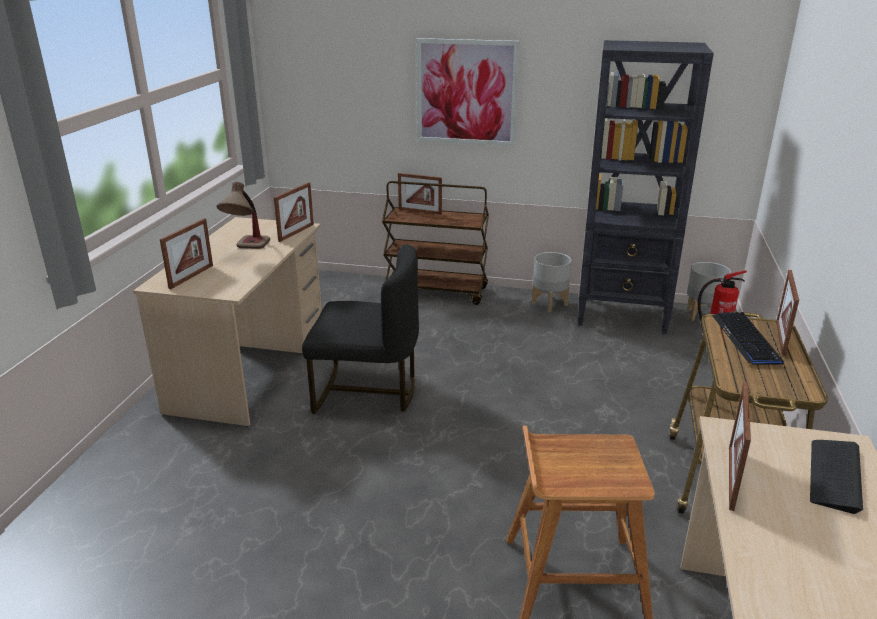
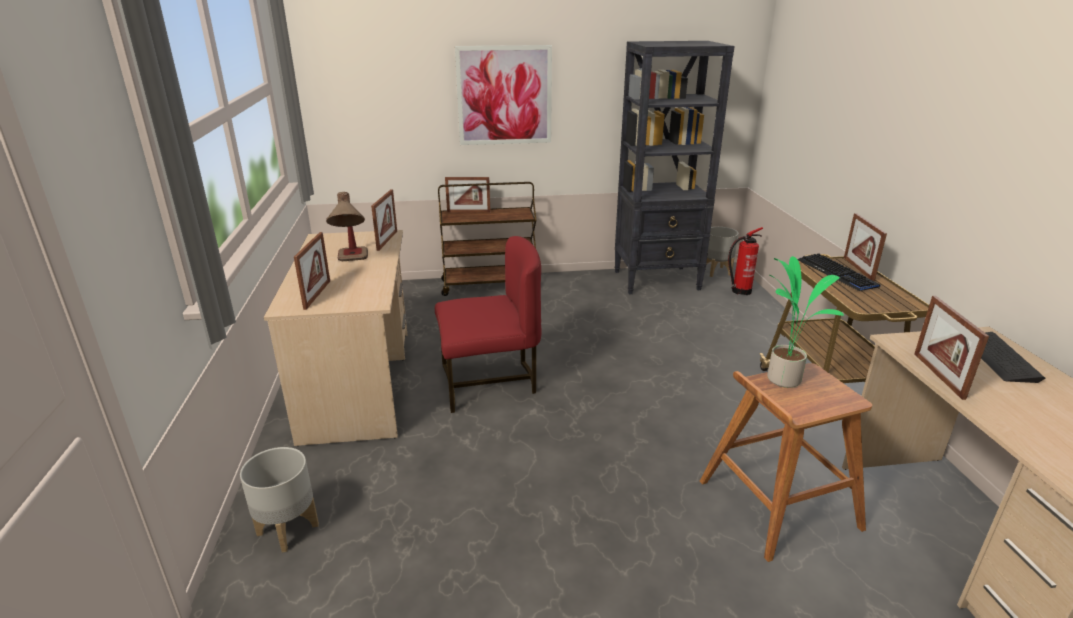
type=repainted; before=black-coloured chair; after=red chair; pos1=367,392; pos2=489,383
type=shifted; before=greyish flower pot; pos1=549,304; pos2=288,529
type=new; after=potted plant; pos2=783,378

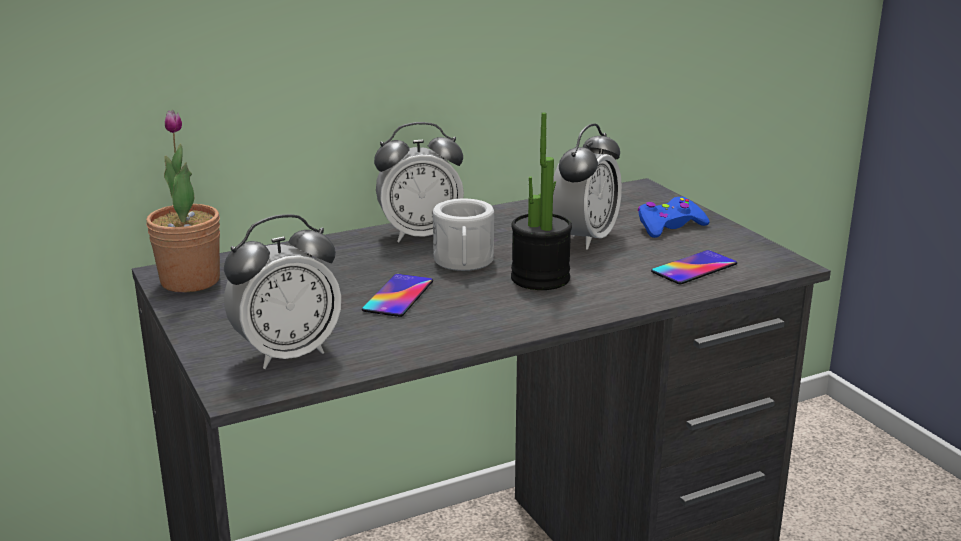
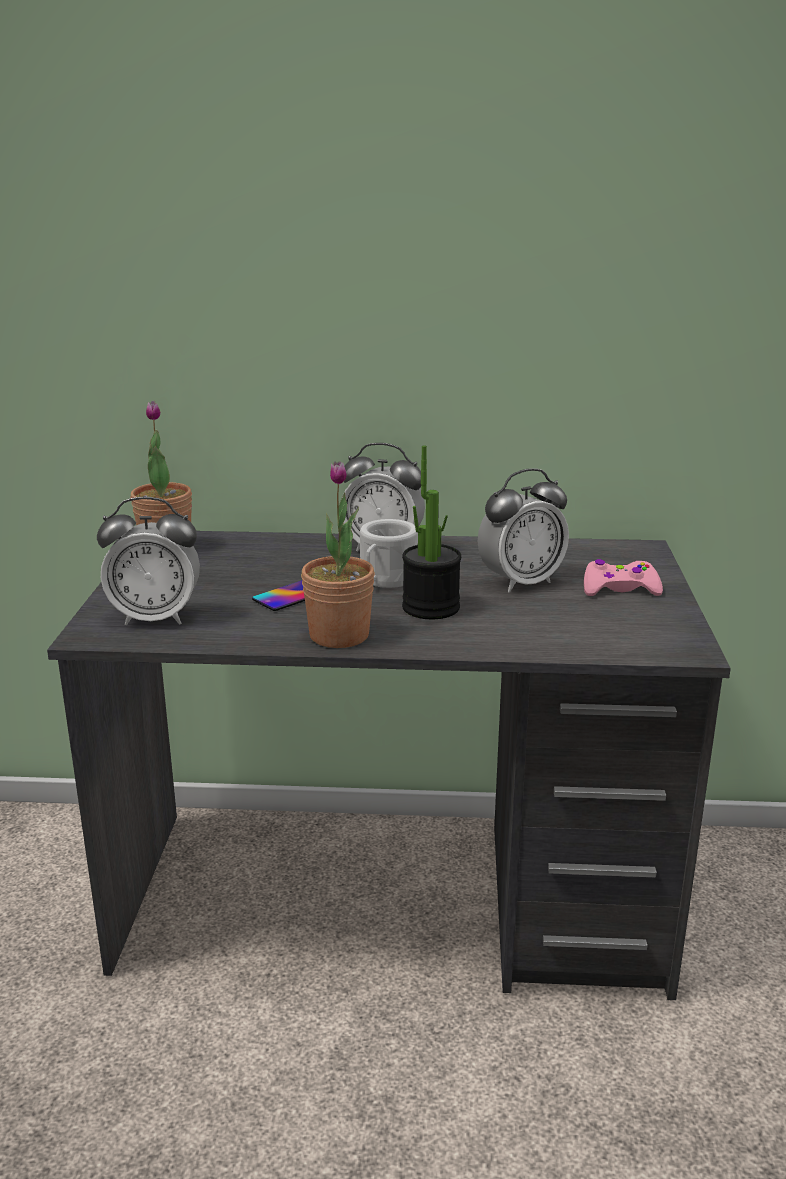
type=repainted; before=bluish game controller; after=pink-coloured game controller; pos1=669,226; pos2=619,589
type=gone; before=telephone; pos1=694,268
type=new; after=potted plant; pos2=339,635

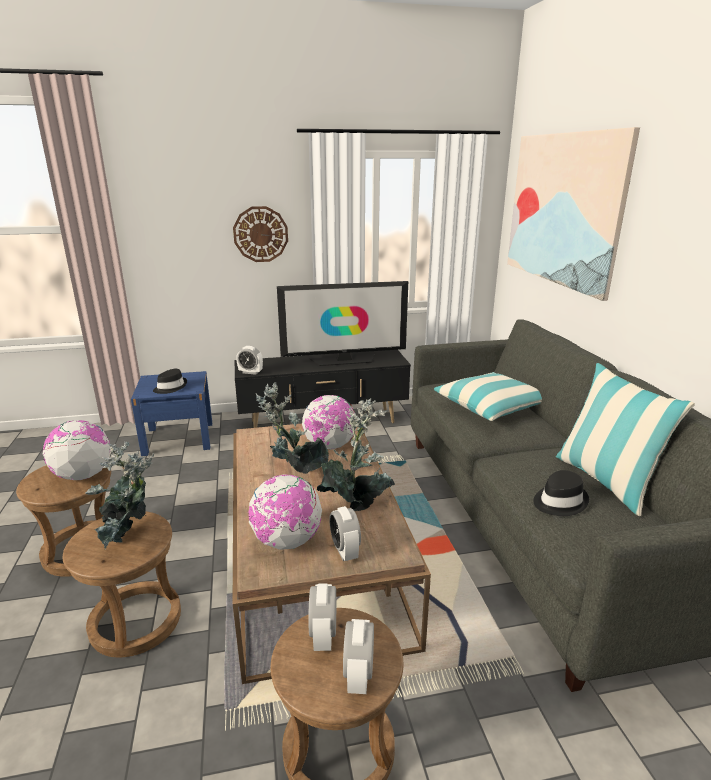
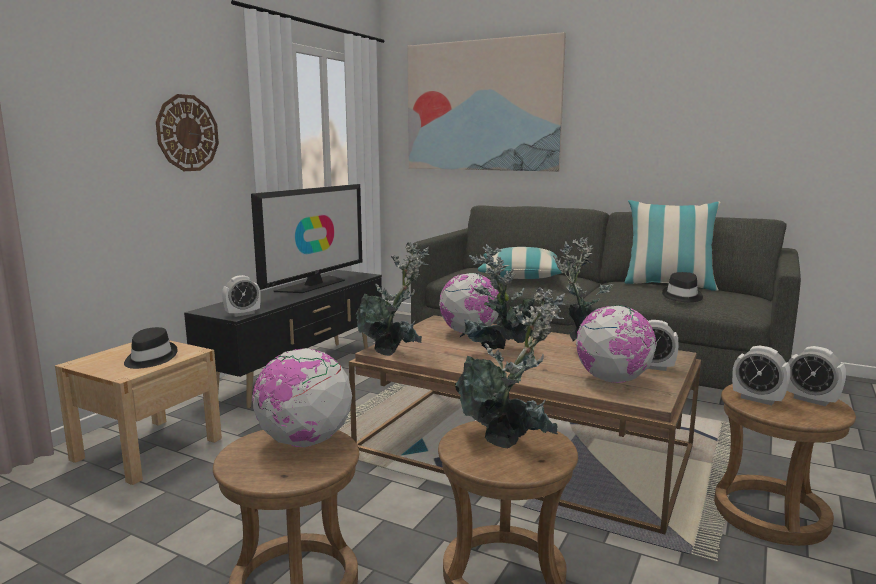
type=repainted; before=bluish bedside table; after=sand-coloured bedside table; pos1=178,438; pos2=148,449
type=new; after=potted plant; pos2=393,351

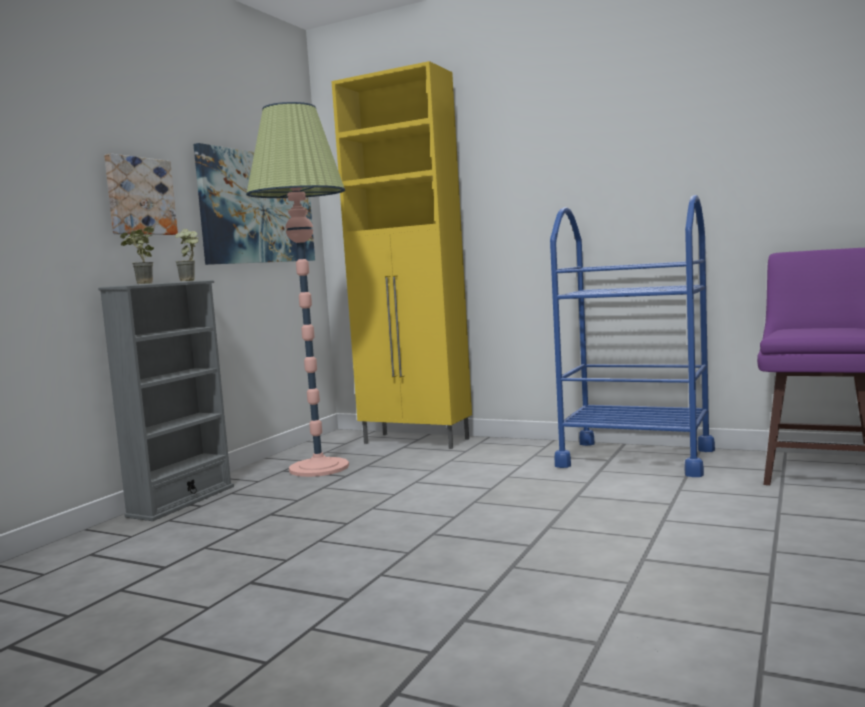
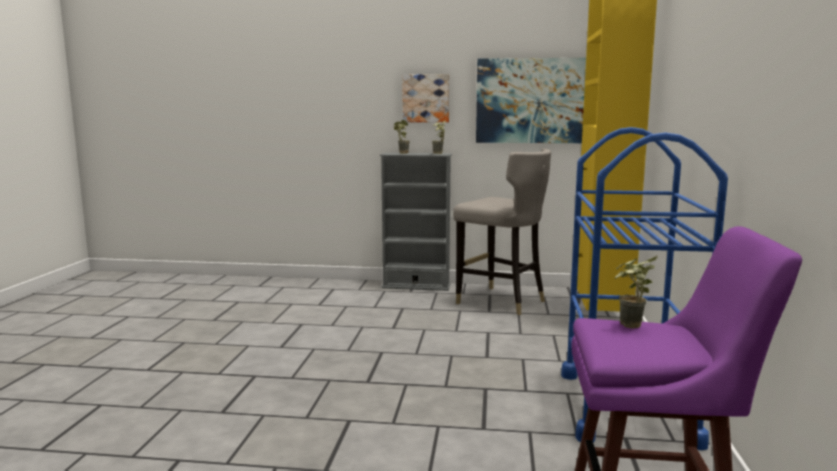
type=swapped; before=standing lamp; after=greyish stool; pos1=319,468; pos2=502,302
type=new; after=potted plant; pos2=629,327

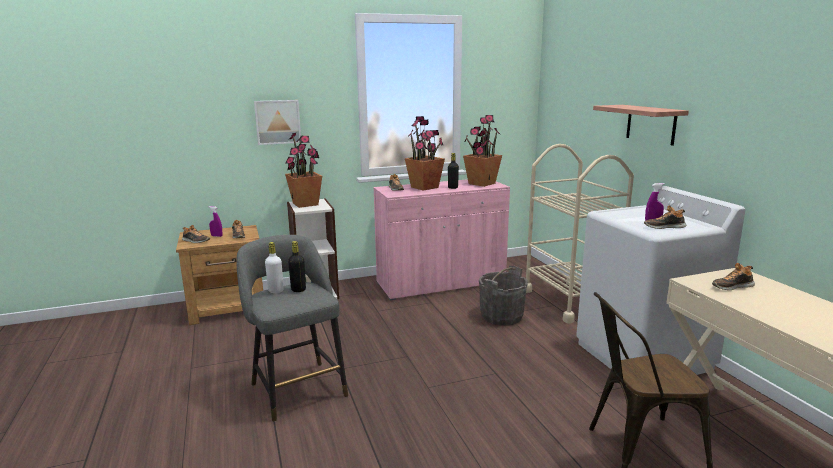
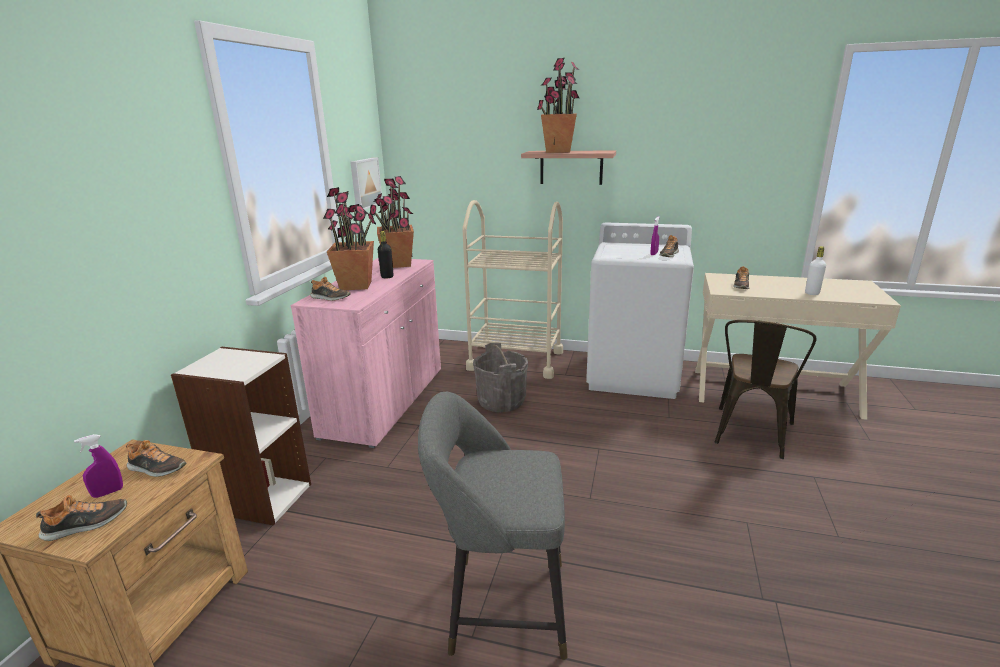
type=shifted; before=picture; pos1=277,122; pos2=364,183
type=shifted; before=white bottle; pos1=276,291; pos2=812,293
type=shifted; before=potted plant; pos1=305,204; pos2=558,151
type=gone; before=black-coloured bottle; pos1=298,289

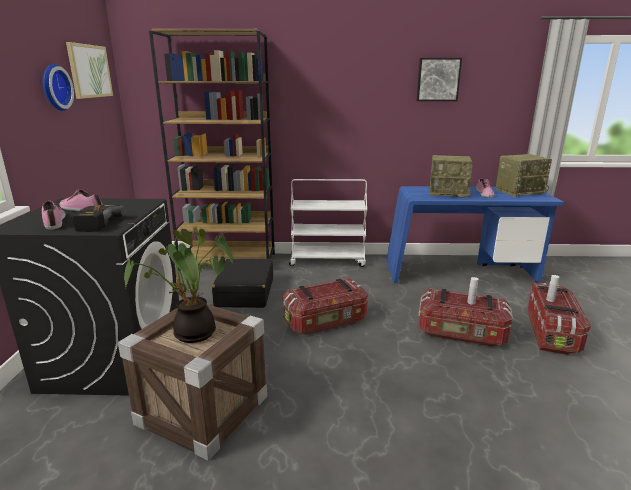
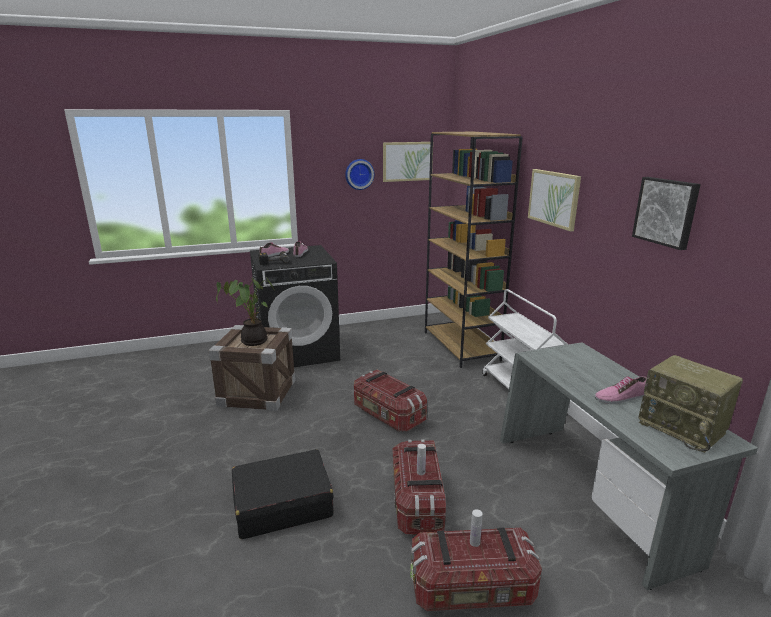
type=shifted; before=black-coloured suitcase; pos1=245,292; pos2=282,504
type=repainted; before=bluish desk unit; after=greyish desk unit; pos1=461,273; pos2=591,496
type=gone; before=radio set; pos1=448,193
type=new; after=picture; pos2=554,198

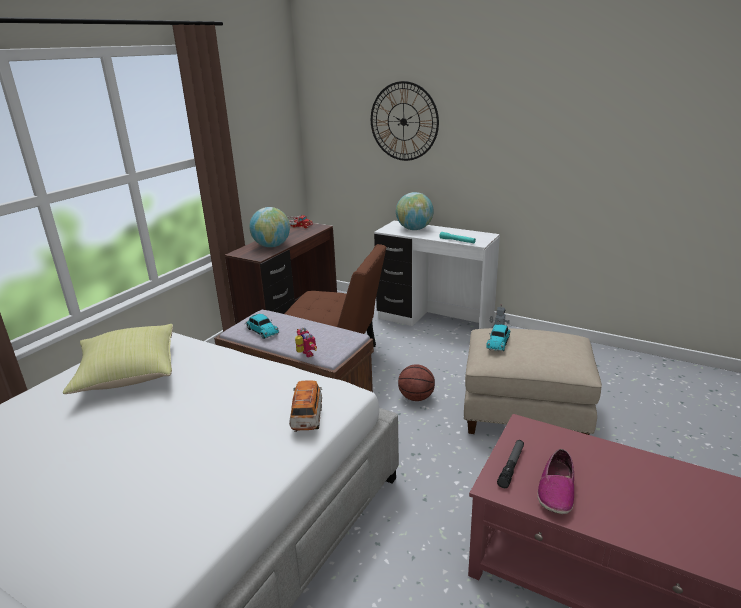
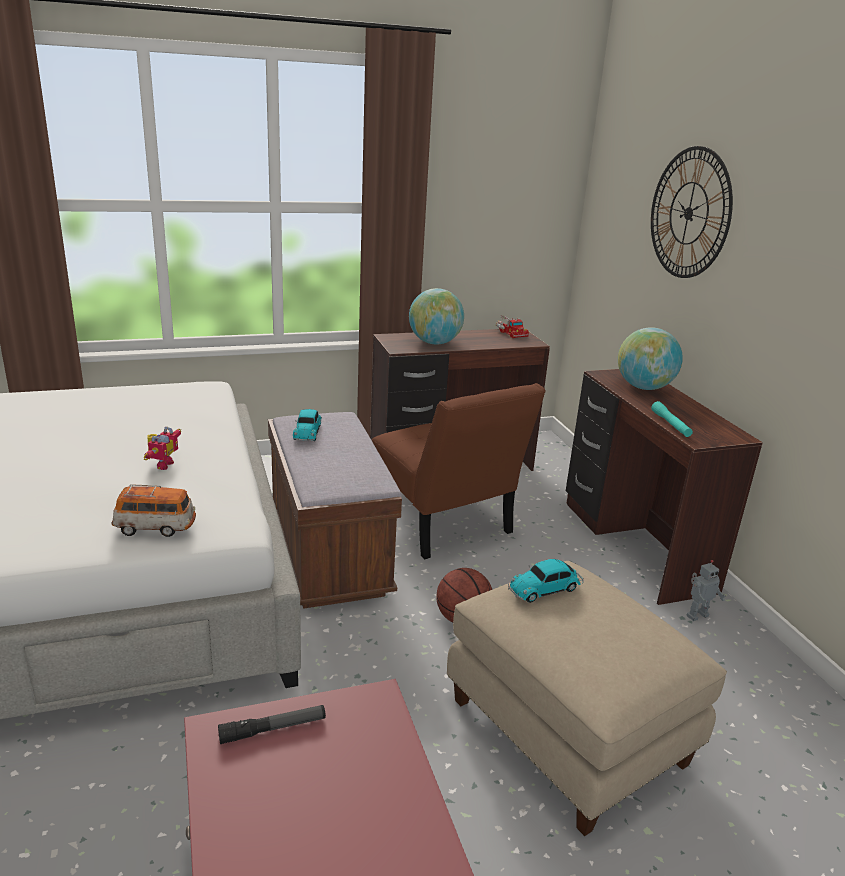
type=gone; before=yellow-coloured cushion; pos1=128,374
type=rotated; before=toy car; pos1=307,418; pos2=155,527; turn=45
type=shifted; before=toy robot; pos1=305,354; pos2=161,464
type=repainted; before=white desk unit; after=brown desk unit; pos1=434,322; pos2=634,545
type=gone; before=item of footwear; pos1=556,490

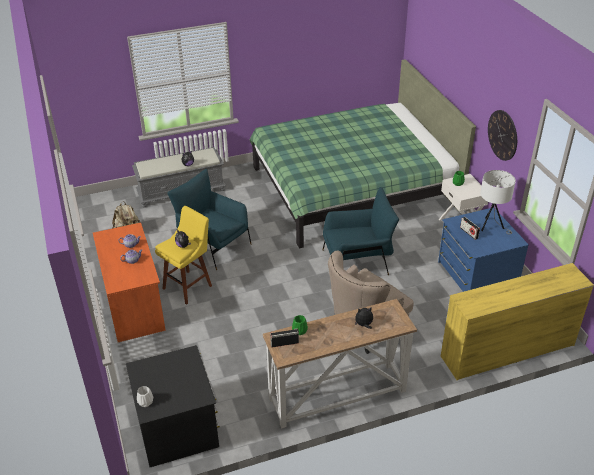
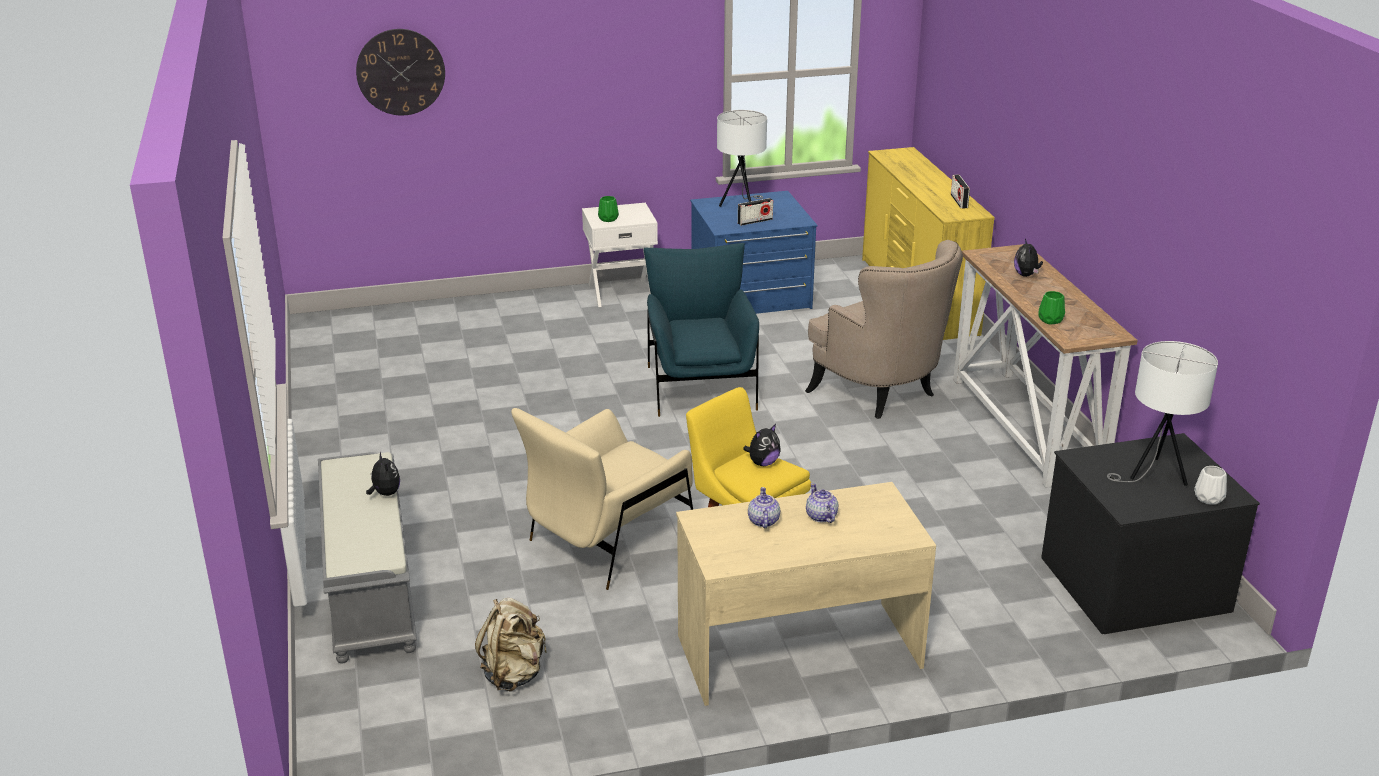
type=repainted; before=orangey desk unit; after=sand-coloured desk unit; pos1=134,303; pos2=798,650
type=repainted; before=bluish lounge chair; after=sand-coloured lounge chair; pos1=213,245; pos2=608,542
type=gone; before=green bedroom bed; pos1=352,187
type=shifted; before=radio set; pos1=284,343; pos2=959,201
type=shifted; before=hanging clock; pos1=502,135; pos2=400,72
type=new; after=white lamp for a table; pos2=1154,475

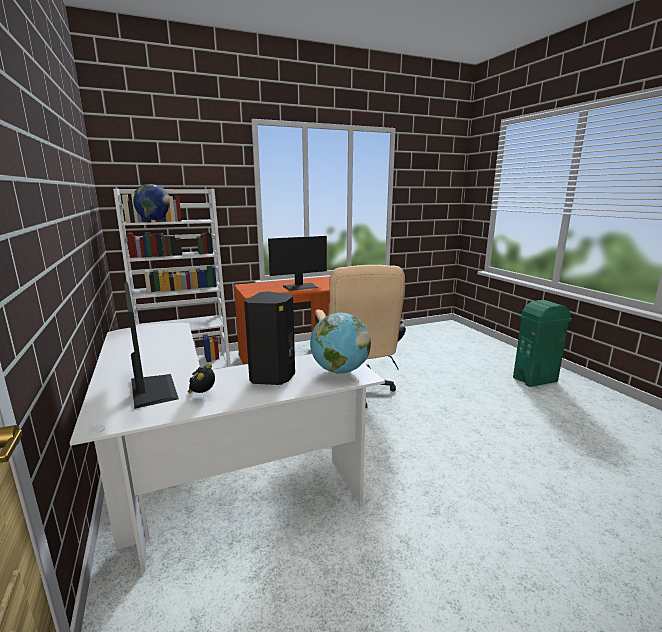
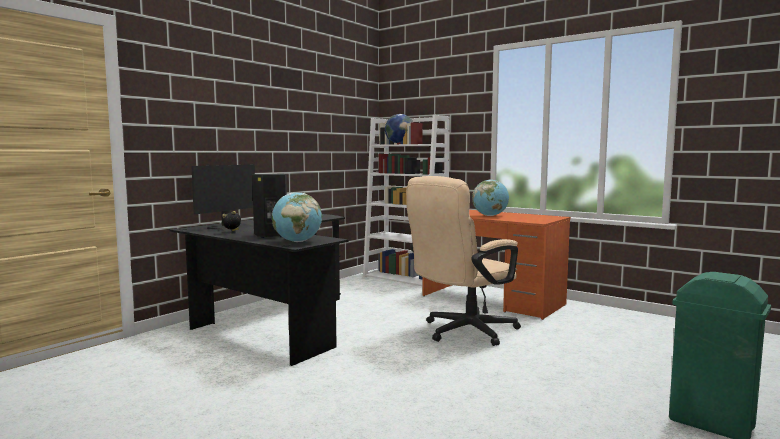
type=repainted; before=white desk unit; after=black-coloured desk unit; pos1=206,481; pos2=273,321
type=swapped; before=monitor; after=world globe; pos1=301,287; pos2=490,216

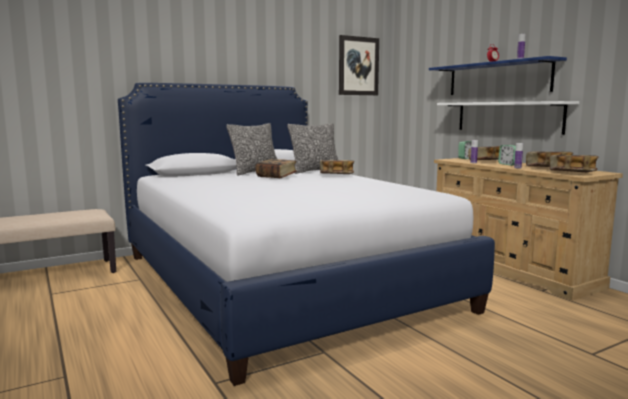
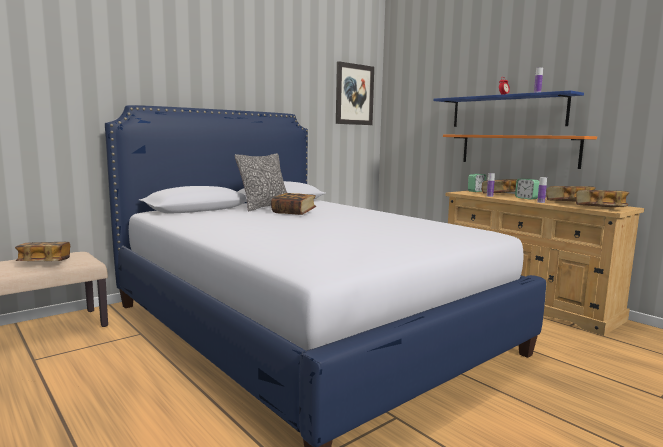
type=gone; before=cushion; pos1=315,171
type=shifted; before=bound book; pos1=336,175; pos2=44,262
type=repainted; before=white shelf; after=orangey shelf; pos1=507,117; pos2=517,150

